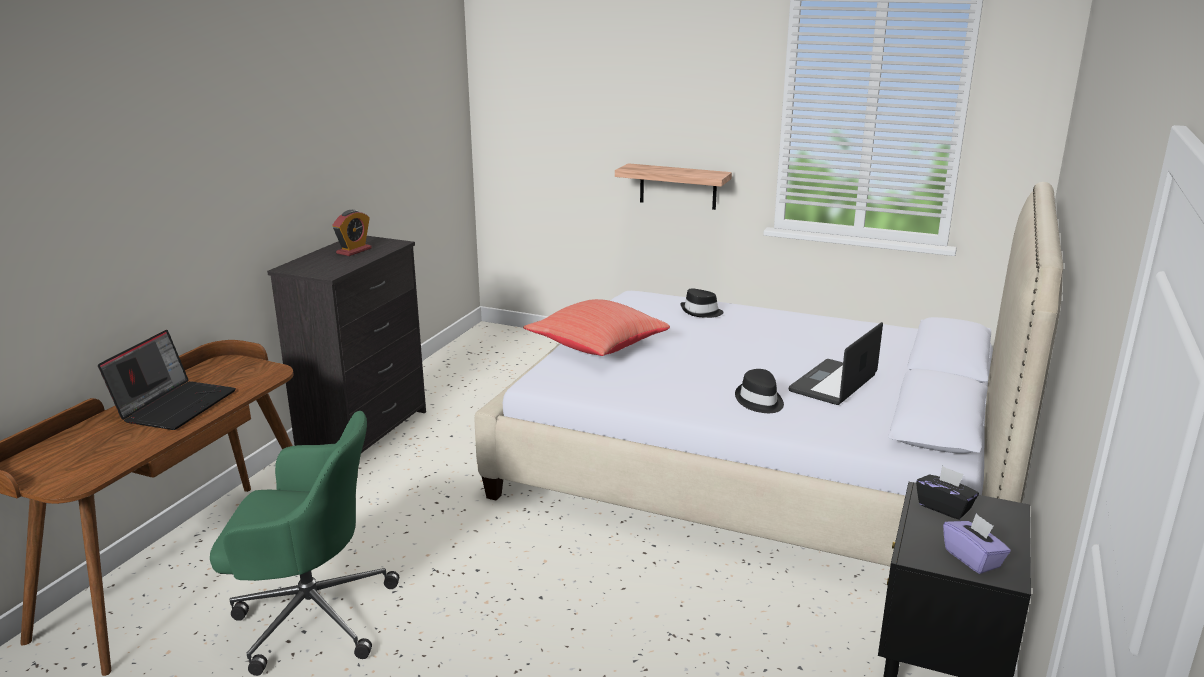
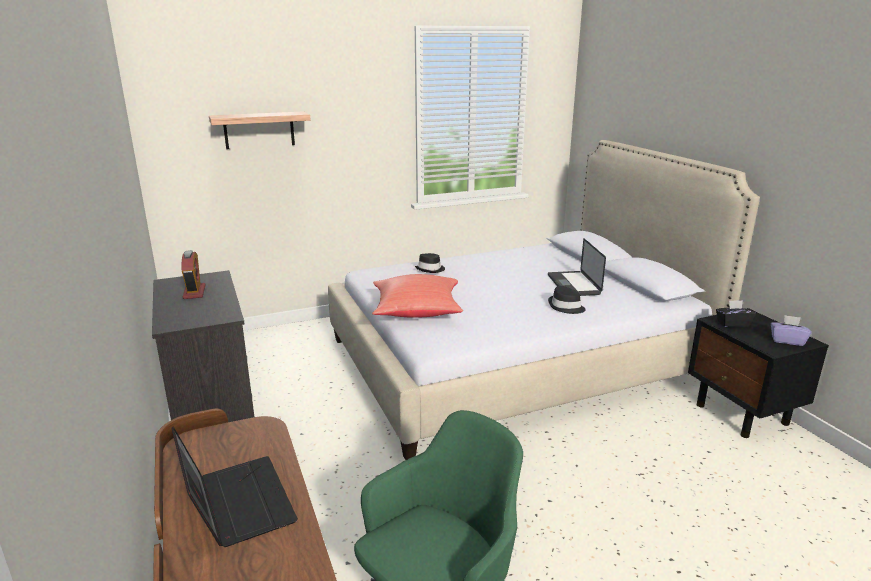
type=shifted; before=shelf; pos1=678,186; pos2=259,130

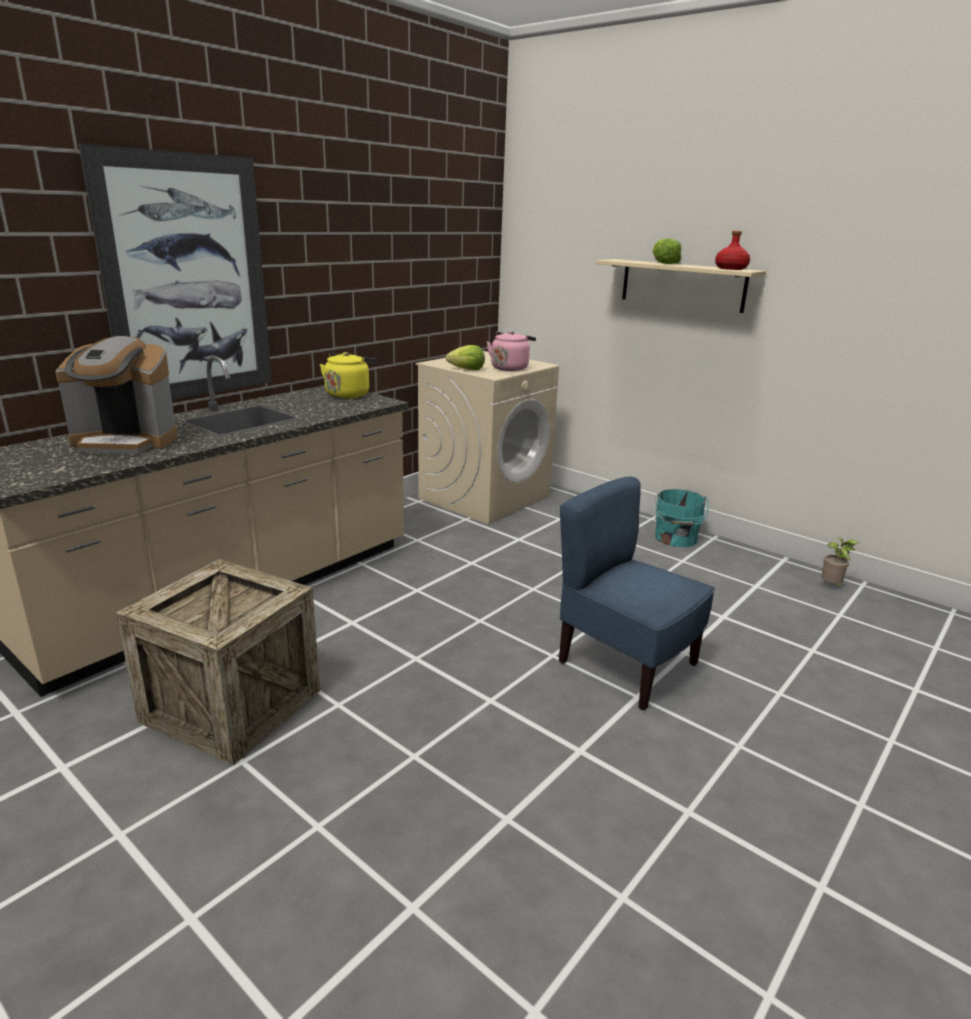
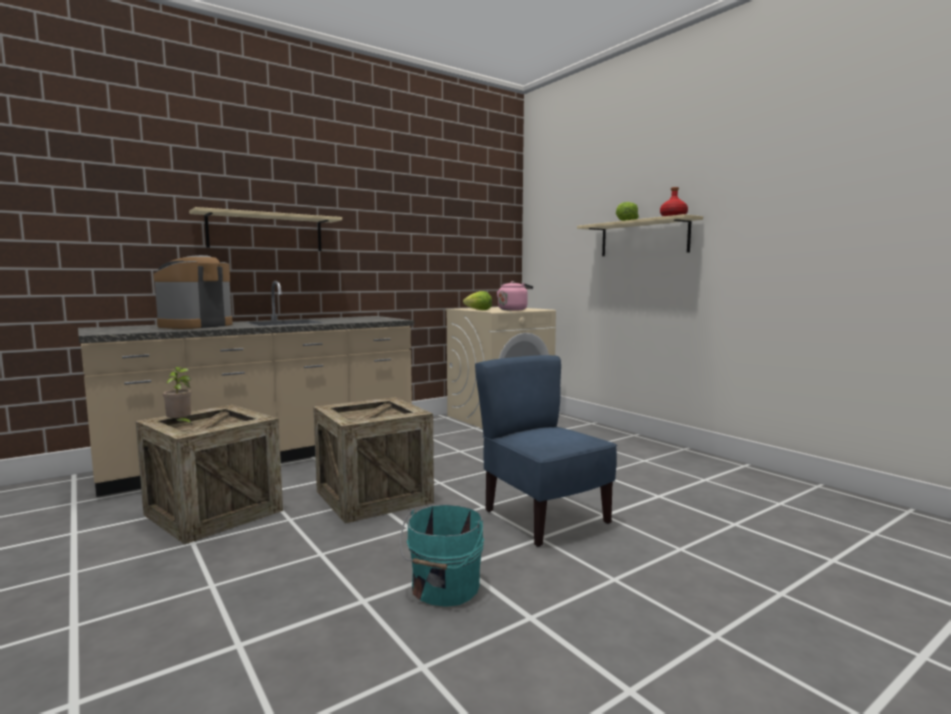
type=rotated; before=coffee machine; pos1=126,442; pos2=195,326; turn=105
type=swapped; before=picture; after=sand-coloured shelf; pos1=188,280; pos2=266,232
type=gone; before=yellow-coloured water kettle; pos1=348,394
type=shifted; before=turquoise-coloured water bucket; pos1=675,539; pos2=444,588
type=shifted; before=potted plant; pos1=831,587; pos2=180,424
type=new; after=packing crate; pos2=373,497

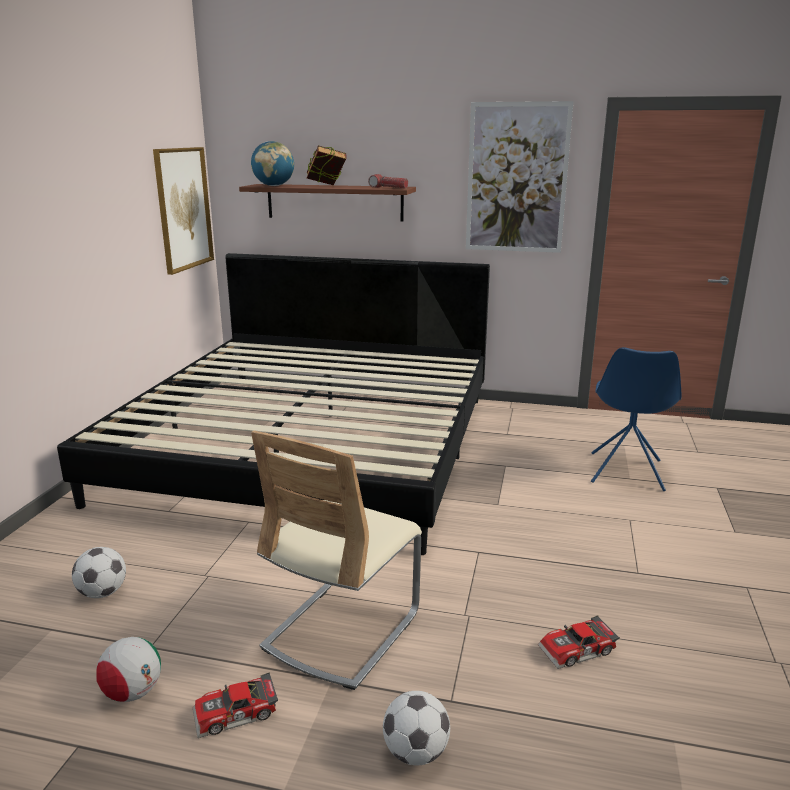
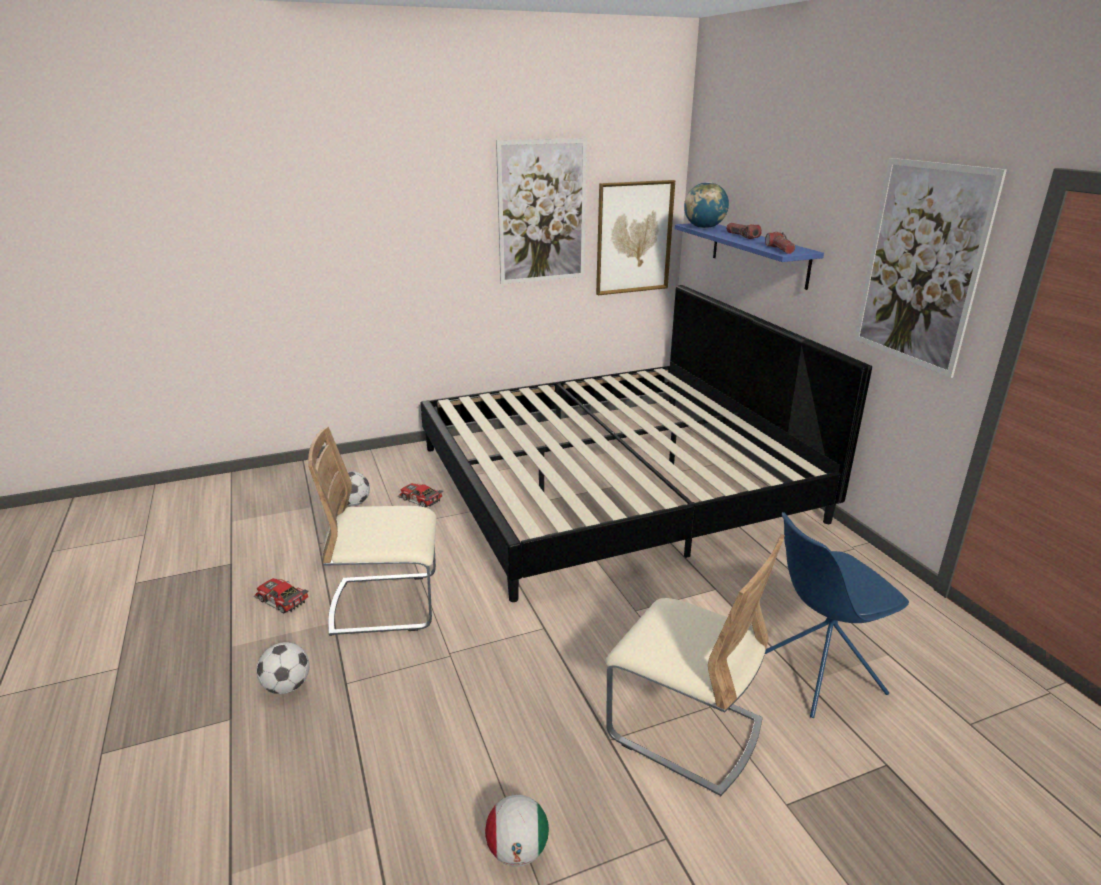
type=shifted; before=football; pos1=133,692; pos2=517,850
type=repainted; before=brown shelf; after=bluish shelf; pos1=334,202; pos2=758,254
type=swapped; before=bound book; after=flashlight; pos1=326,186; pos2=742,236
type=shifted; before=toy car; pos1=578,651; pos2=419,500
type=new; after=picture; pos2=542,212
type=new; after=sand-coloured chair; pos2=684,729

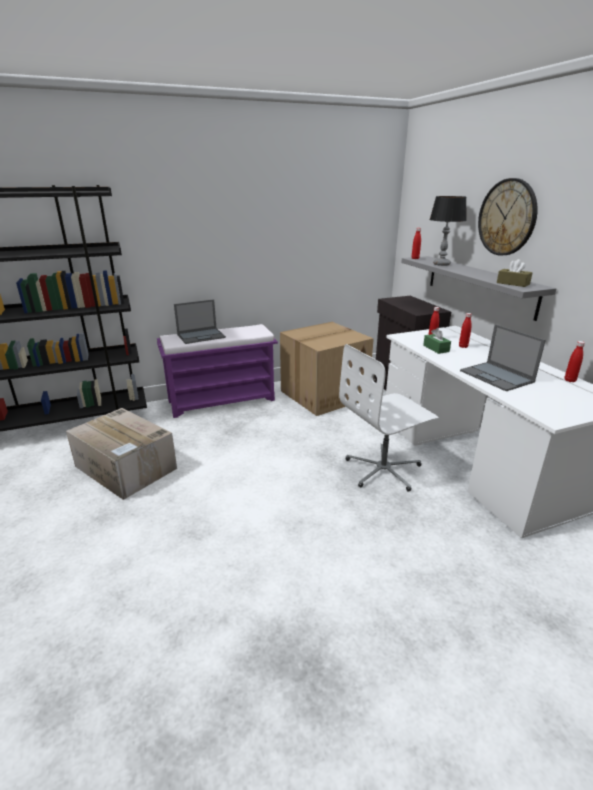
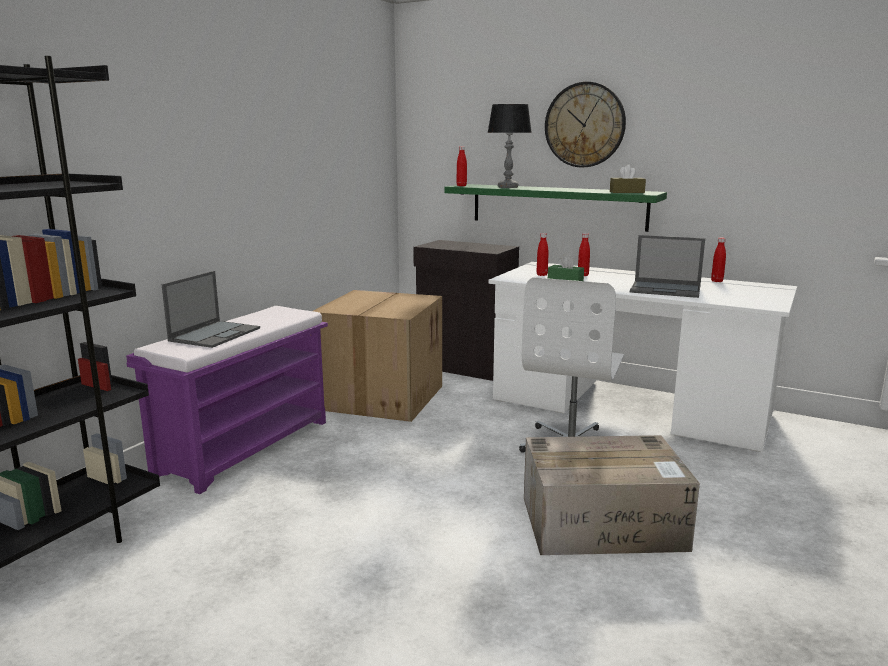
type=shifted; before=carton; pos1=127,468; pos2=604,523
type=repainted; before=greyish shelf; after=green shelf; pos1=479,285; pos2=557,206

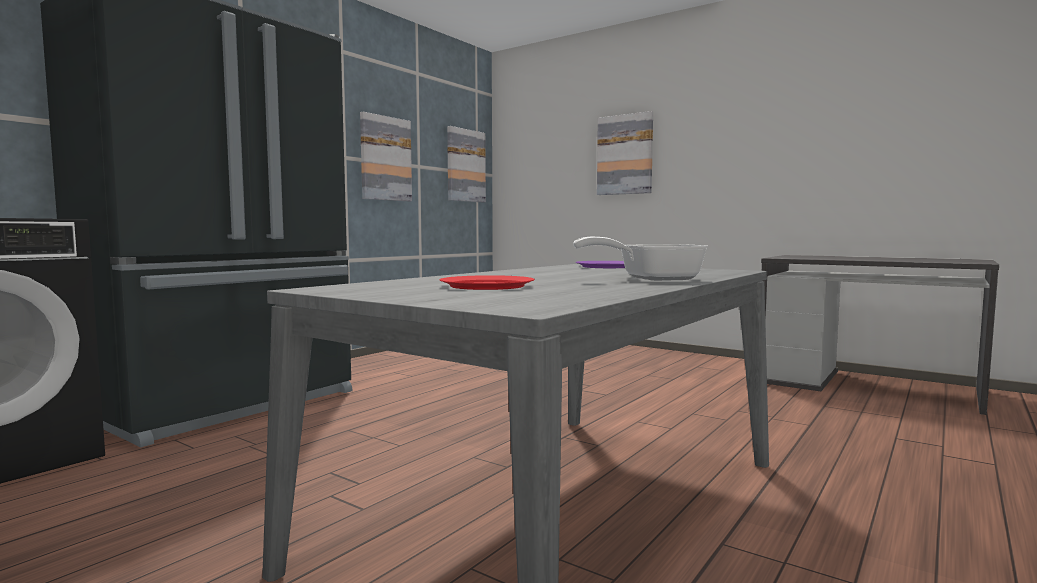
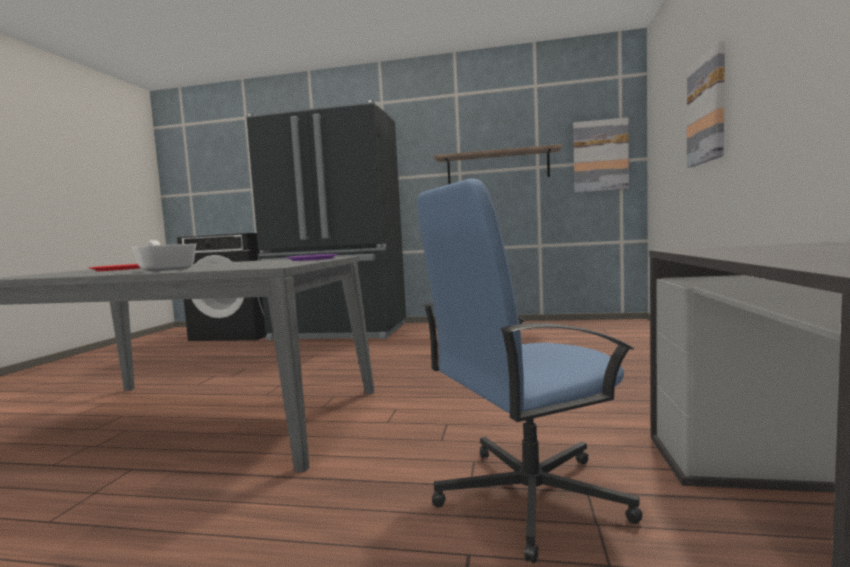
type=swapped; before=picture; after=shelf; pos1=385,158; pos2=497,167
type=new; after=bluish desk chair; pos2=527,496

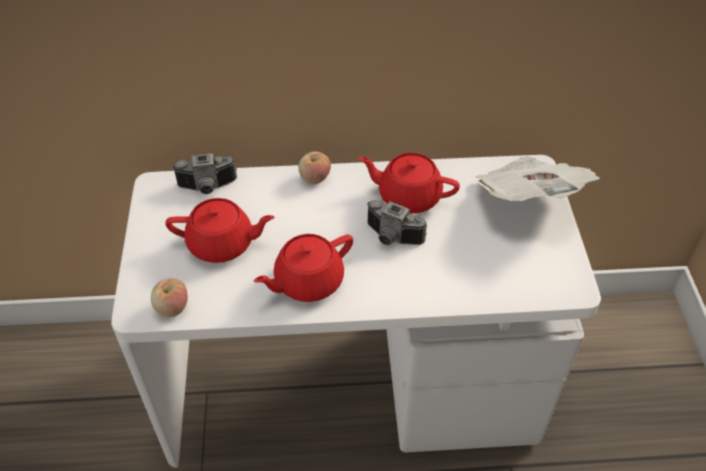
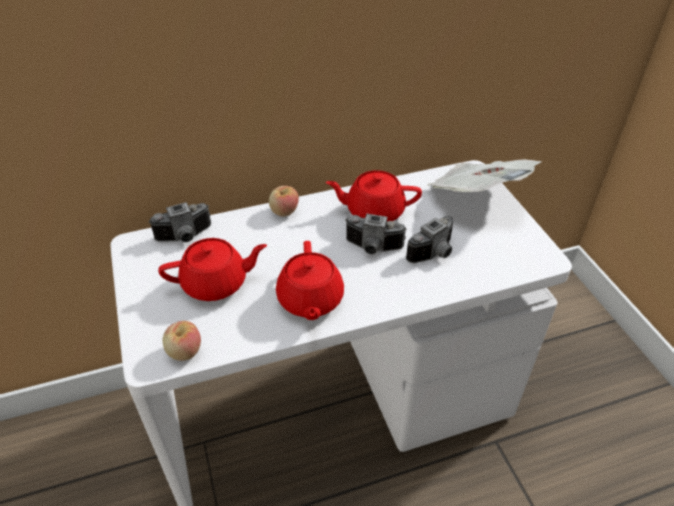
type=rotated; before=red tea pot; pos1=307,281; pos2=310,300; turn=-45
type=new; after=photo camera; pos2=435,253

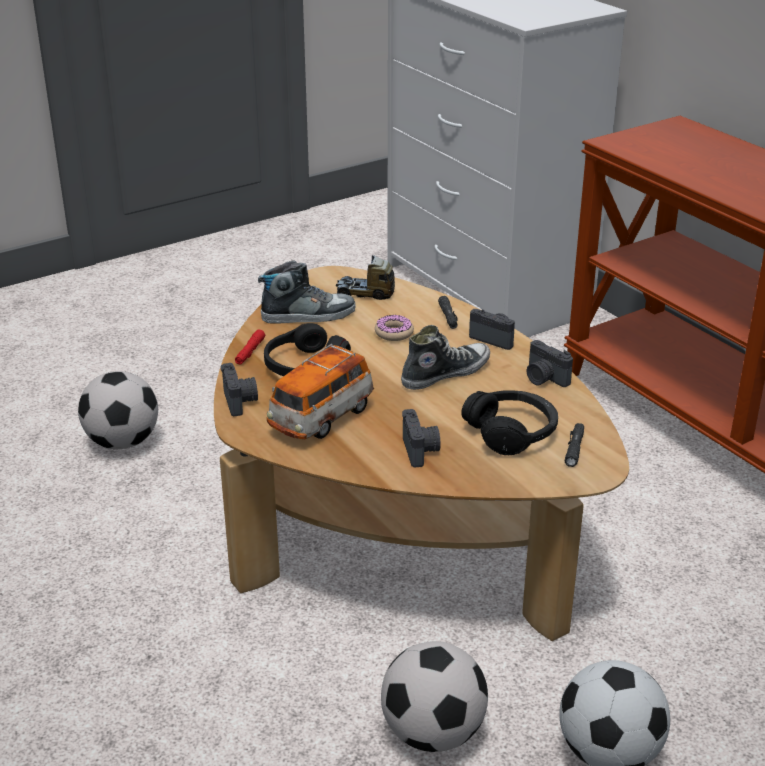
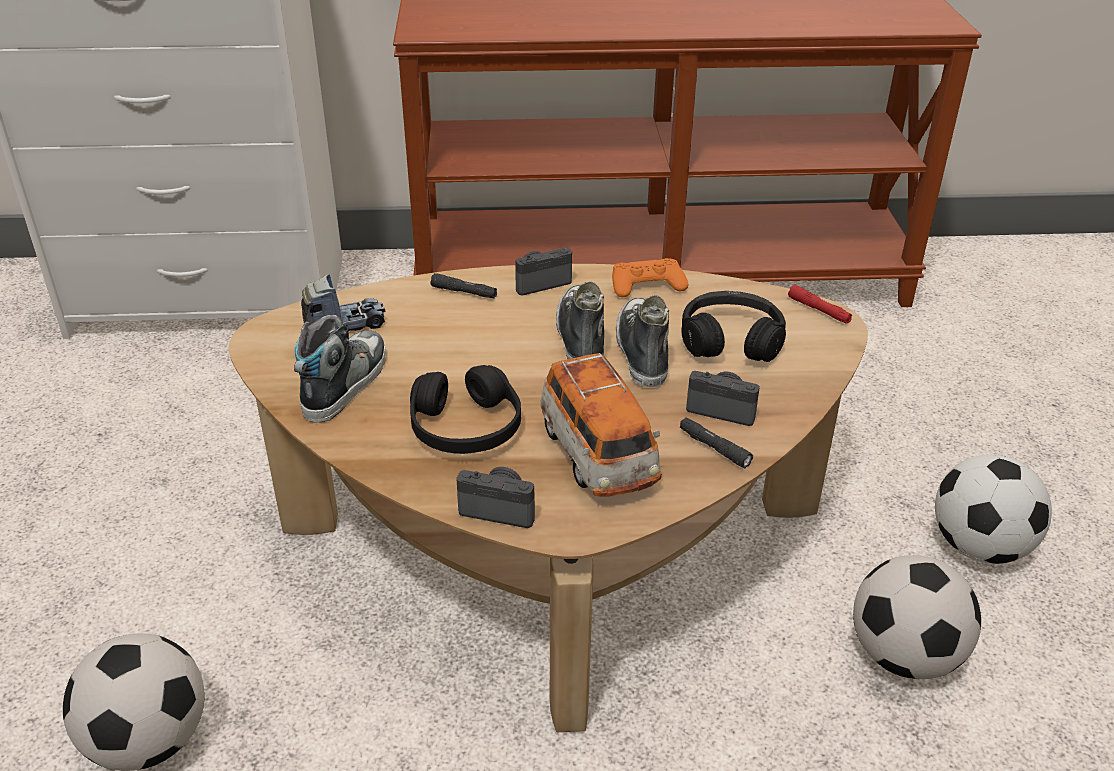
type=shifted; before=red flashlight; pos1=250,352; pos2=819,310
type=rotated; before=toy truck; pos1=365,293; pos2=344,324; turn=-150
type=gone; before=donut; pos1=394,333
type=swapped; before=photo camera; after=orangey game controller; pos1=544,379; pos2=647,285
type=shifted; before=black-coloured flashlight; pos1=574,449; pos2=713,448
type=new; after=item of footwear; pos2=641,351

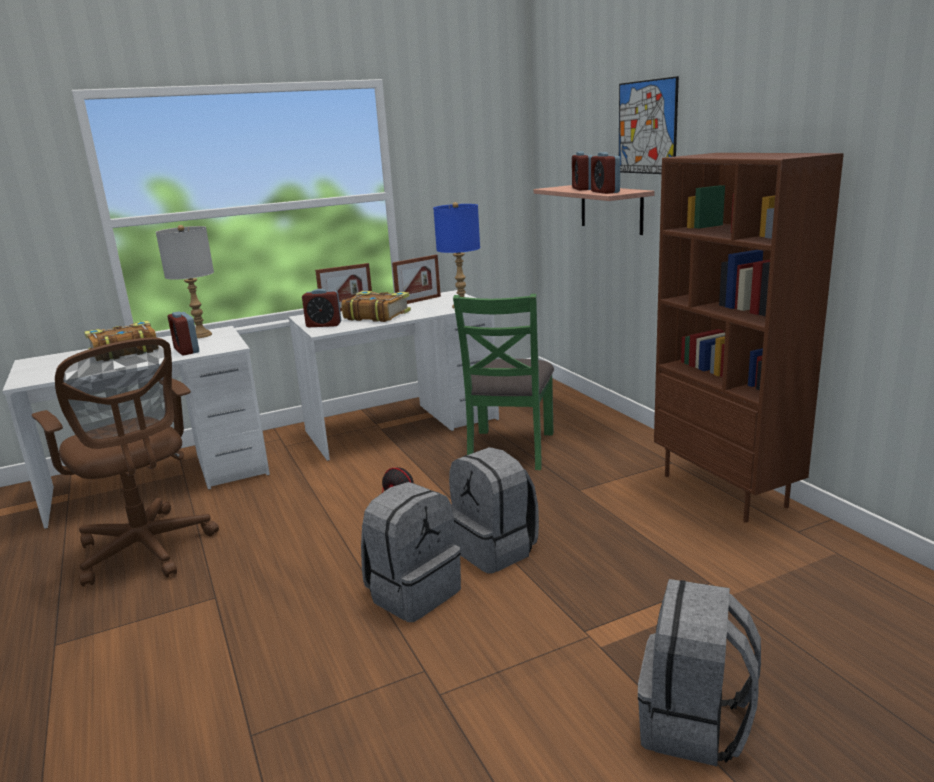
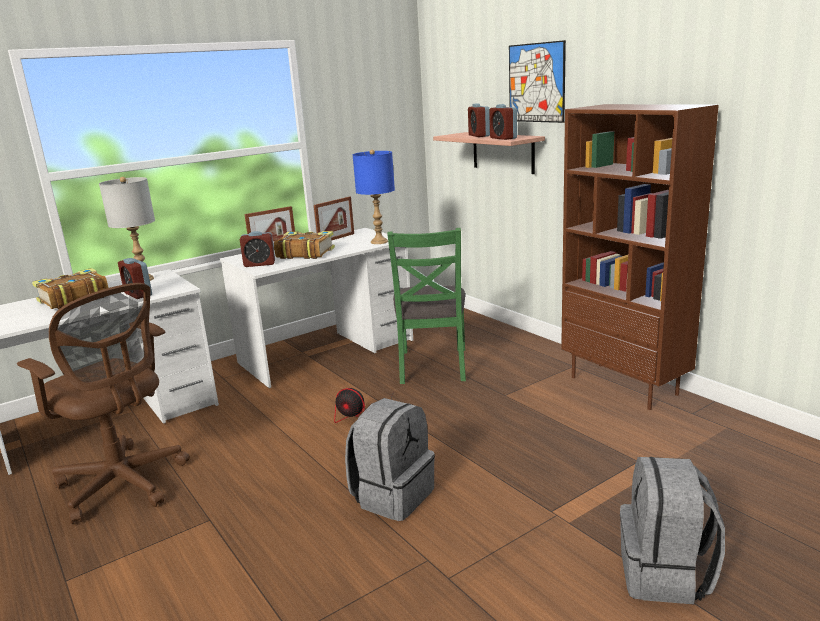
type=gone; before=greyish knapsack; pos1=495,549

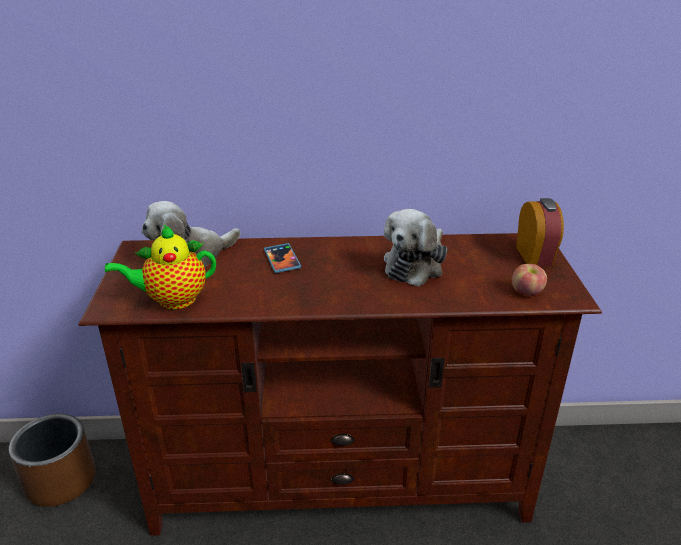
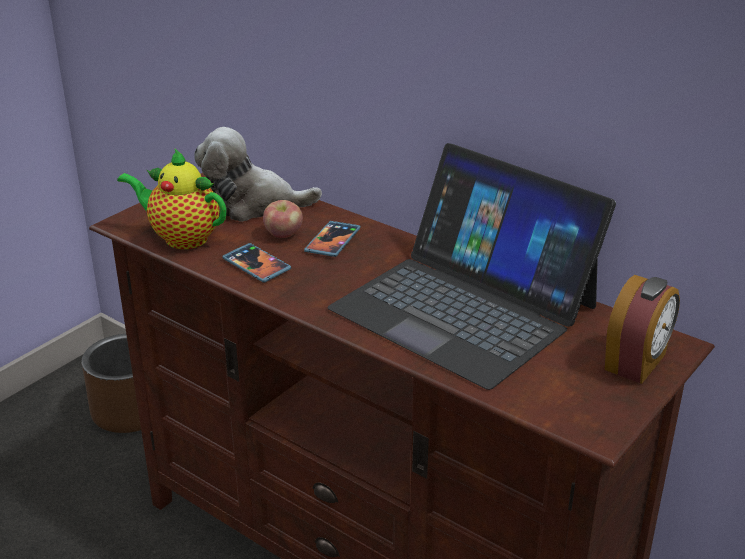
type=swapped; before=plush toy; after=portable computer; pos1=415,265; pos2=464,307
type=shifted; before=apple fruit; pos1=527,292; pos2=283,234
type=new; after=telephone; pos2=256,265

